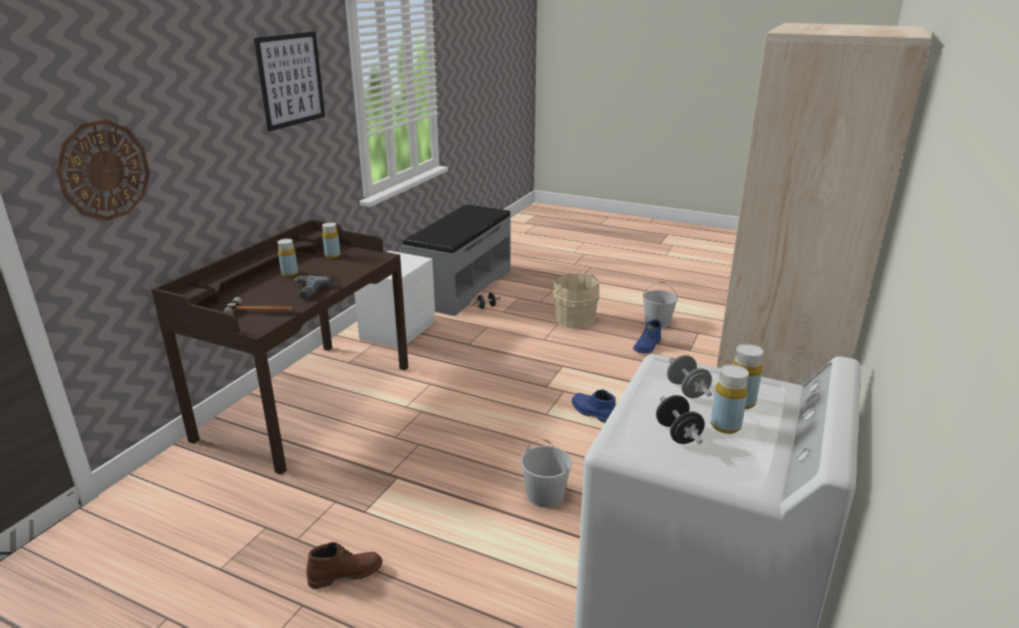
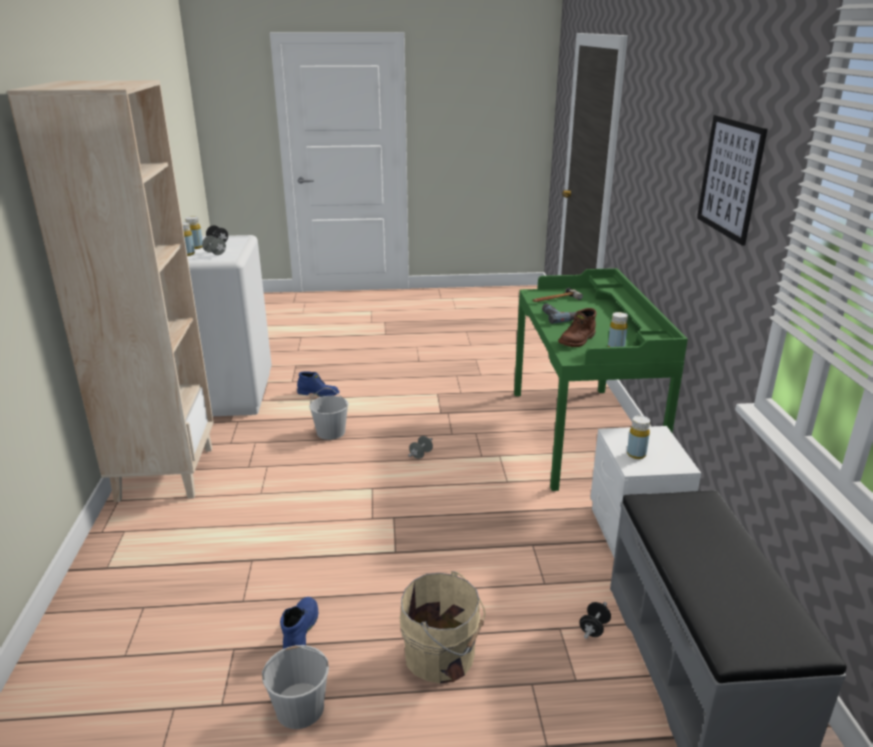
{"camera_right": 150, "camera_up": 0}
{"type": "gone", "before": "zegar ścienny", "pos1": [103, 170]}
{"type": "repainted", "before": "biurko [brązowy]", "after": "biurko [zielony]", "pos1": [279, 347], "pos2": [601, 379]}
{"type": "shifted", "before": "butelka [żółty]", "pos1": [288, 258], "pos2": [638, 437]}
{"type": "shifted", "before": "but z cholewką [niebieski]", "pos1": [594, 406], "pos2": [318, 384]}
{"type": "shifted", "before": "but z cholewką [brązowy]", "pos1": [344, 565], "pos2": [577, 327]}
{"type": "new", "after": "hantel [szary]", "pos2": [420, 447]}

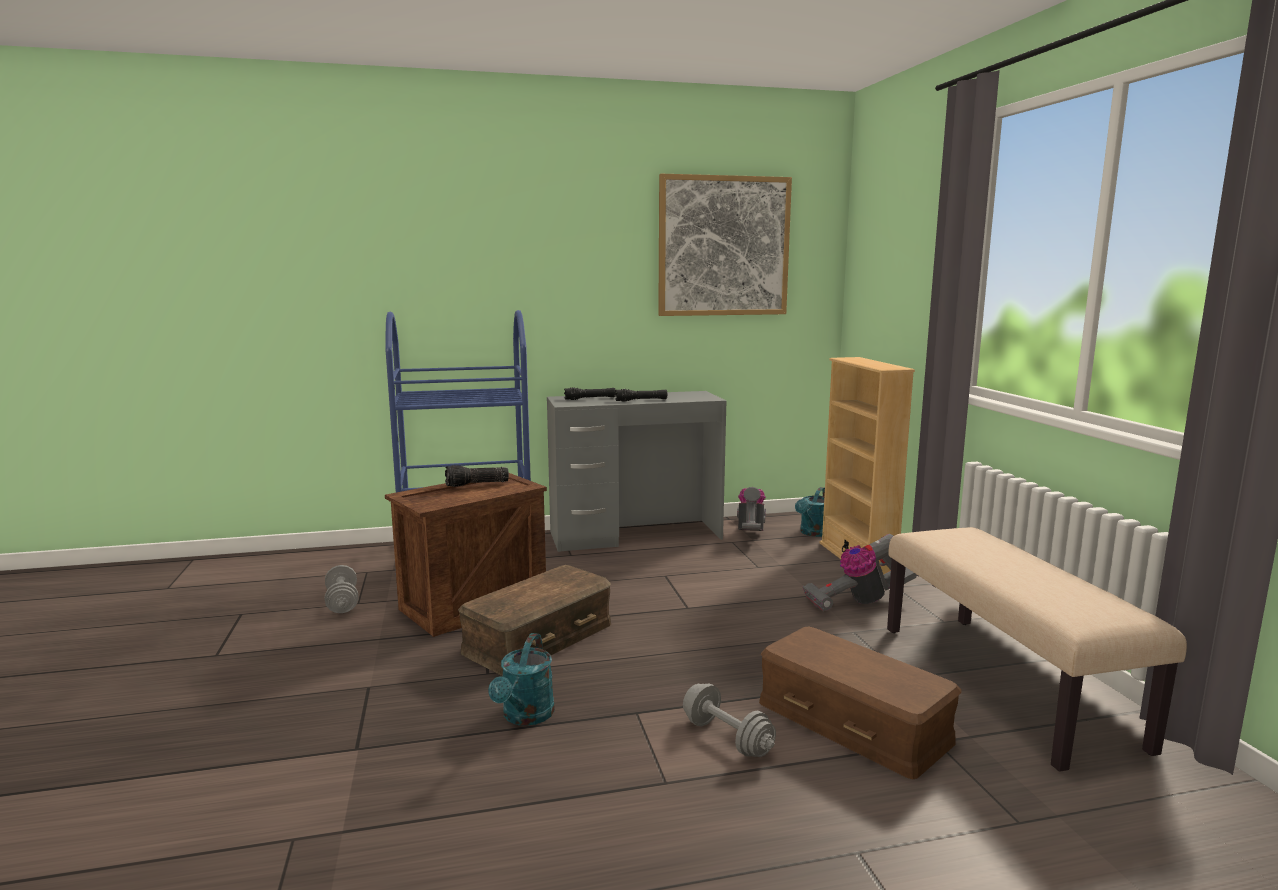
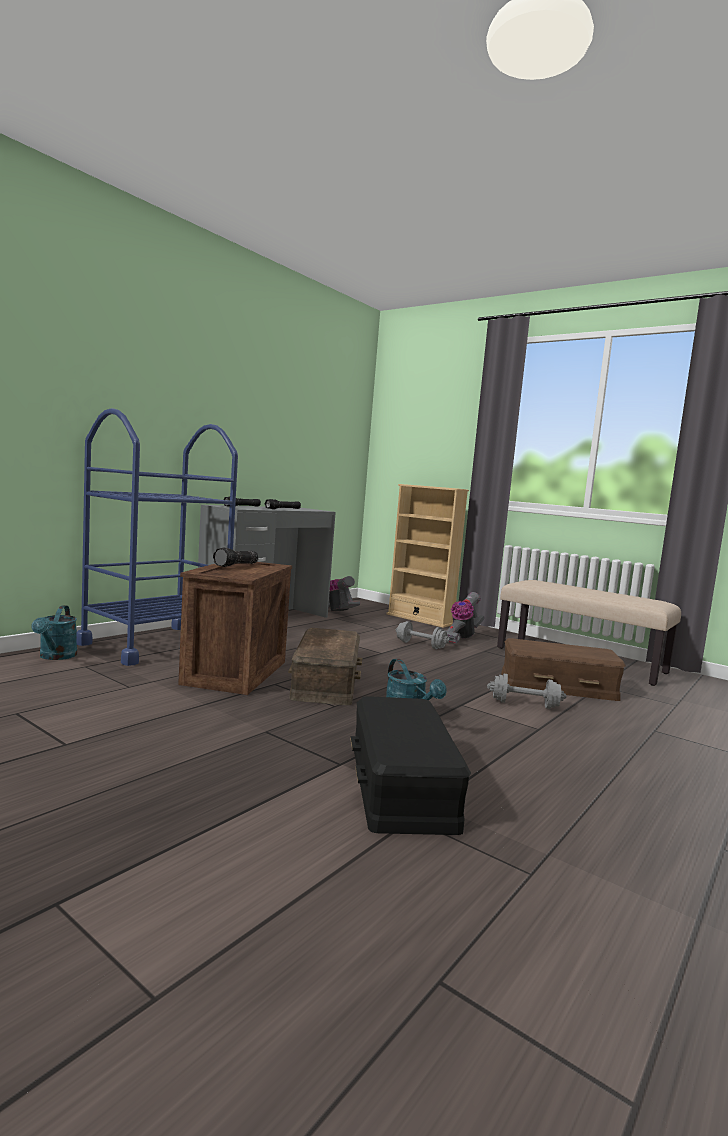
{"camera_right": -40, "camera_up": -5}
{"type": "gone", "before": "obraz", "pos1": [725, 245]}
{"type": "shifted", "before": "konewka [turkusowy]", "pos1": [810, 512], "pos2": [54, 632]}
{"type": "shifted", "before": "hantel [szary]", "pos1": [341, 589], "pos2": [422, 635]}
{"type": "new", "after": "pojemnik do przechowywania [czarny]", "pos2": [410, 765]}

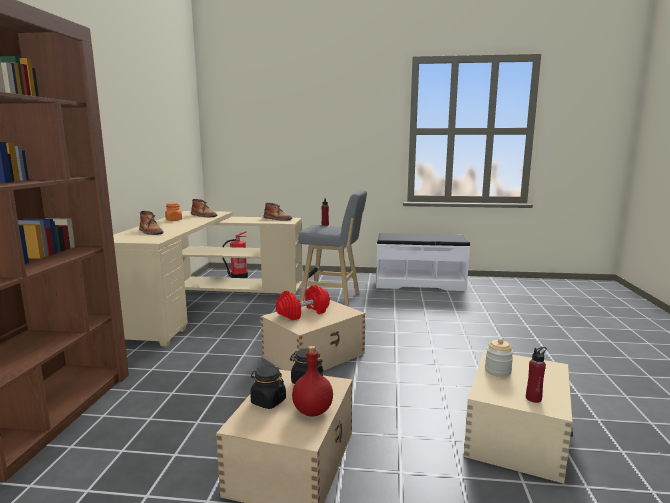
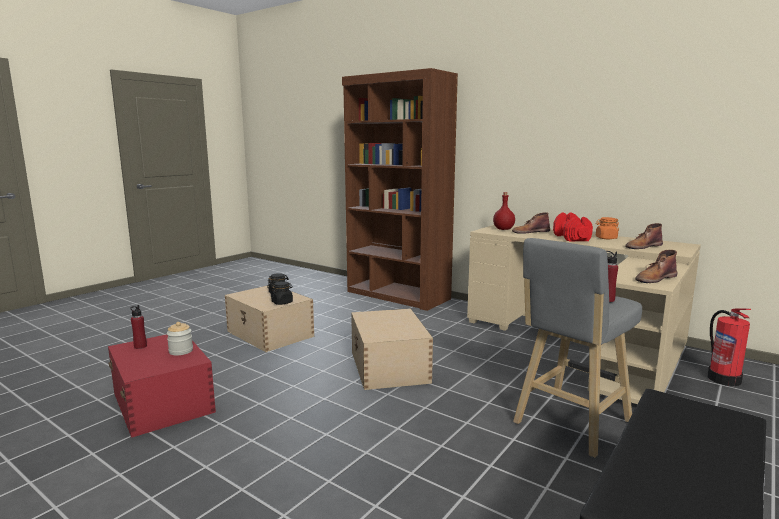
{"camera_right": 120, "camera_up": 0}
{"type": "shifted", "before": "hantel [czerwony]", "pos1": [303, 302], "pos2": [573, 227]}
{"type": "shifted", "before": "butelka [czerwony]", "pos1": [312, 381], "pos2": [504, 211]}
{"type": "repainted", "before": "pojemnik do przechowywania [beżowy]", "after": "pojemnik do przechowywania [czerwony]", "pos1": [518, 417], "pos2": [162, 386]}

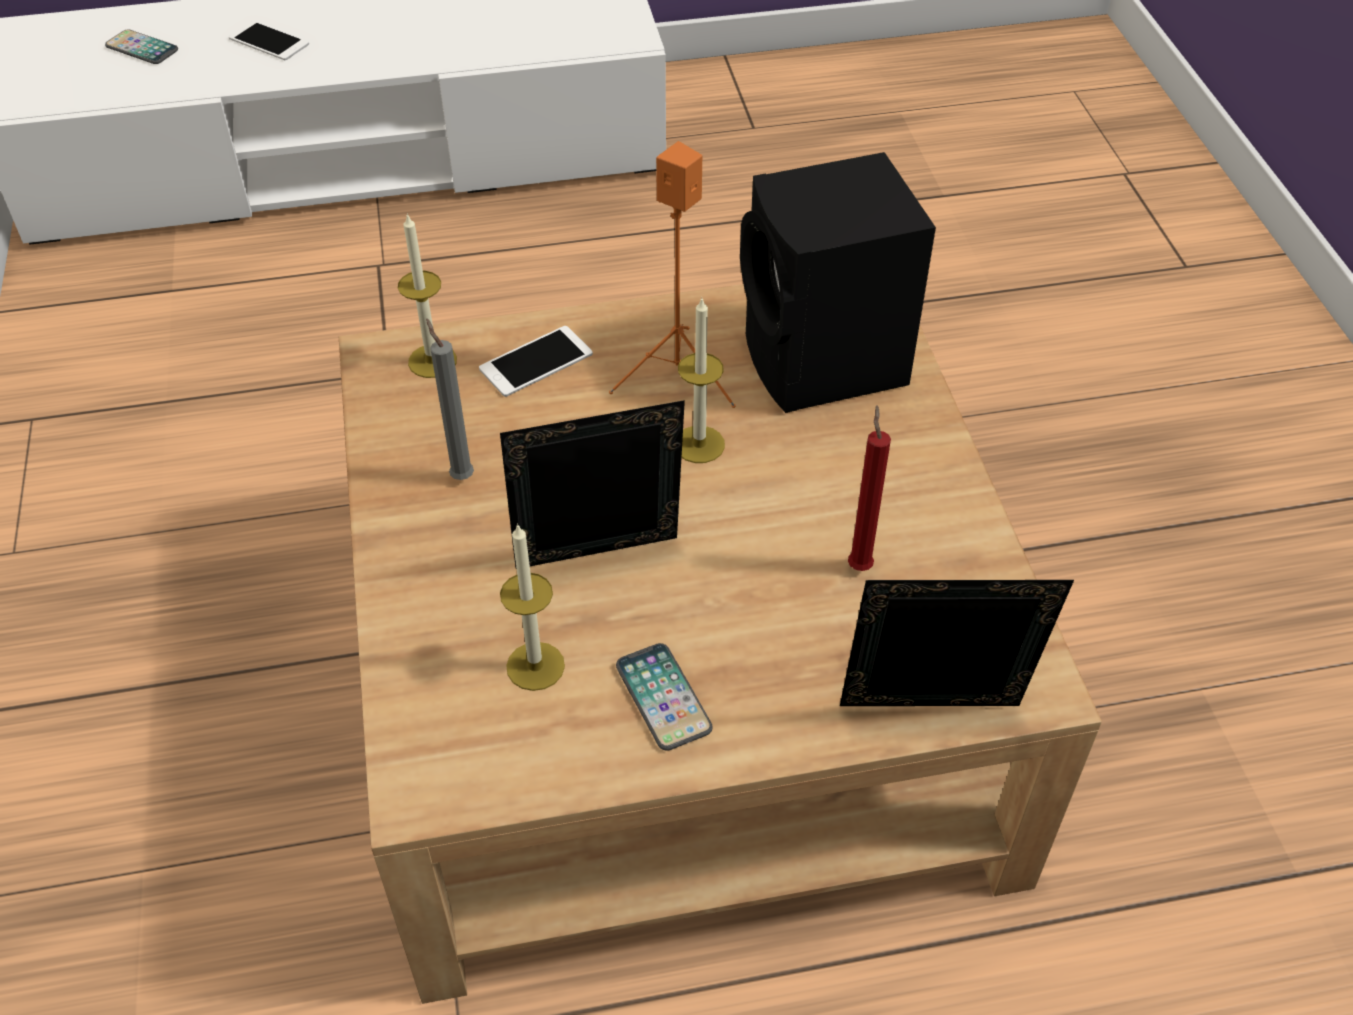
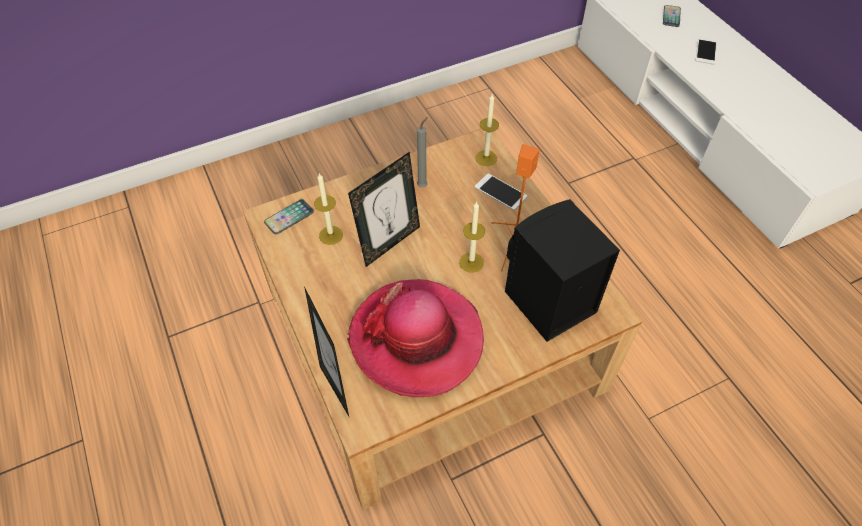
{"camera_right": 75, "camera_up": 5}
{"type": "rotated", "before": "ramka na zdjęcie", "pos1": [592, 484], "pos2": [384, 209], "turn": 75}
{"type": "swapped", "before": "świeca [czerwony]", "after": "kapelusz", "pos1": [869, 488], "pos2": [415, 338]}
{"type": "shifted", "before": "telefon", "pos1": [664, 697], "pos2": [289, 216]}

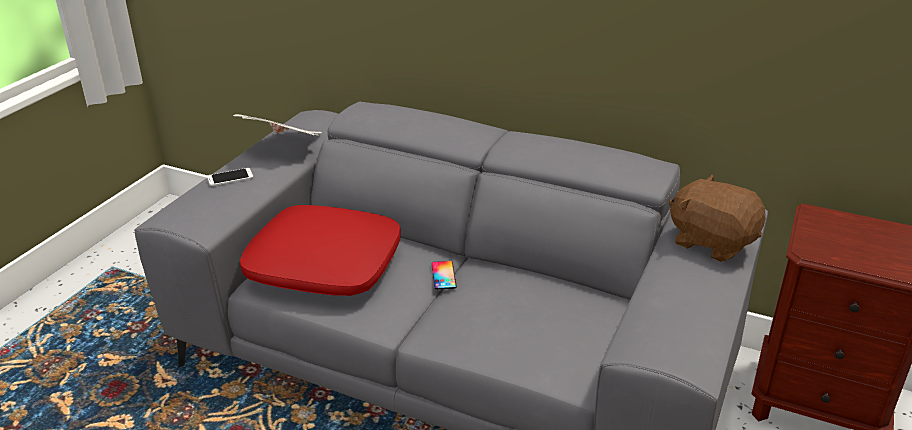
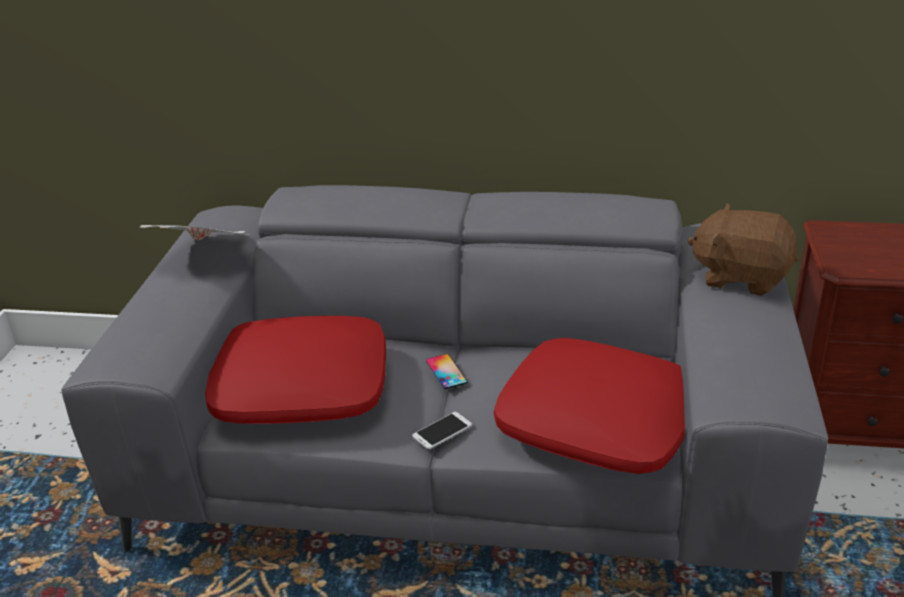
{"camera_right": -15, "camera_up": 0}
{"type": "shifted", "before": "telefon", "pos1": [230, 177], "pos2": [442, 431]}
{"type": "new", "after": "poduszka [czerwony]", "pos2": [589, 406]}

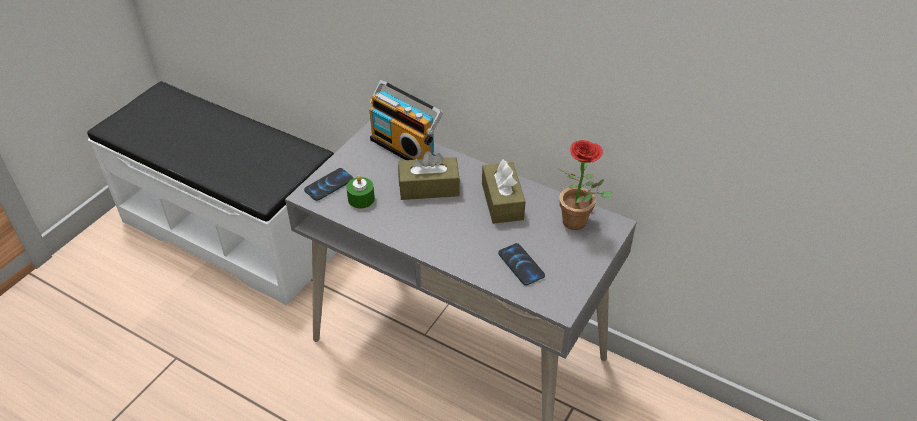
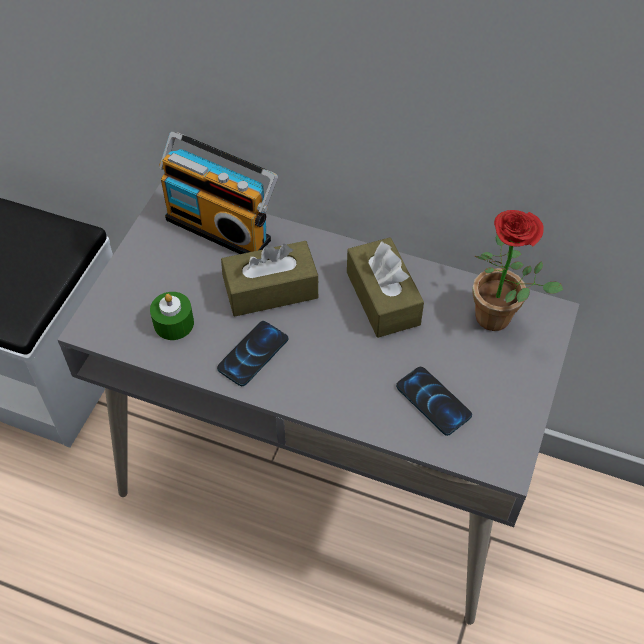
{"camera_right": -10, "camera_up": 10}
{"type": "shifted", "before": "telefon", "pos1": [329, 184], "pos2": [253, 353]}

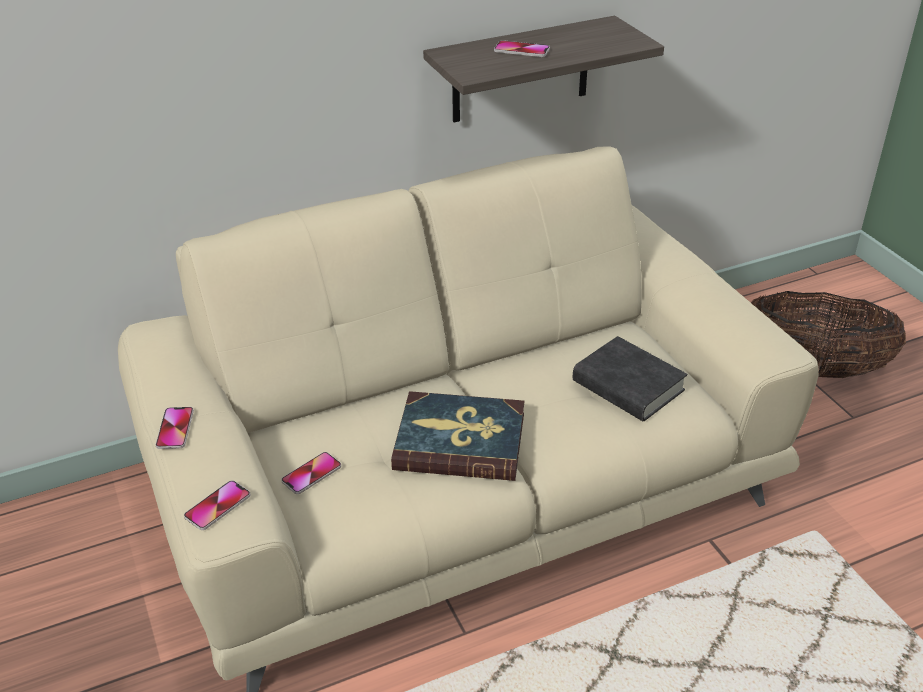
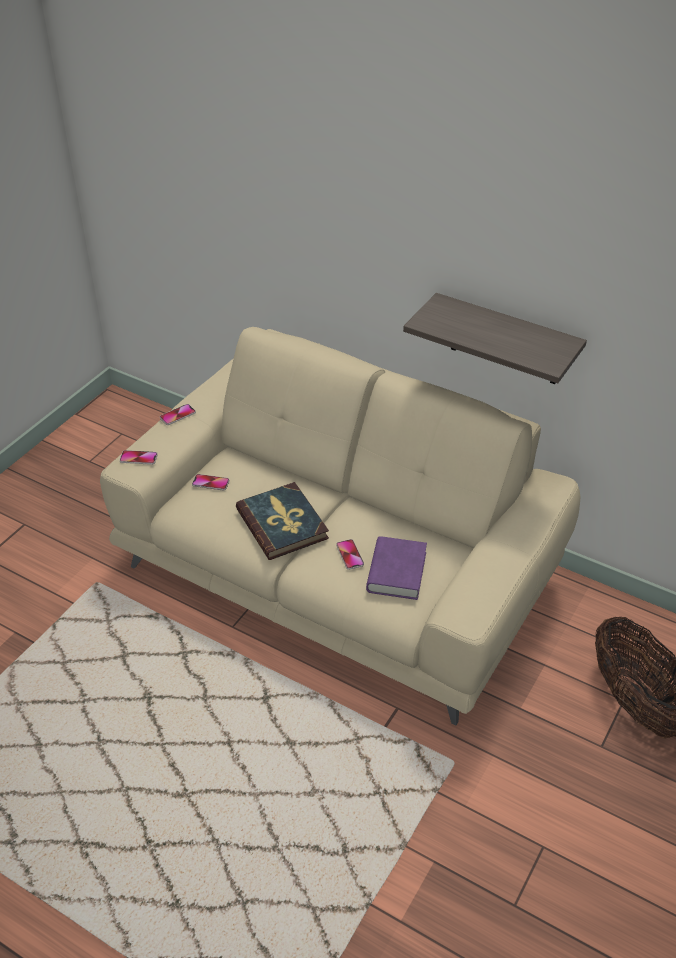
{"camera_right": 55, "camera_up": 5}
{"type": "shifted", "before": "telefon", "pos1": [522, 48], "pos2": [350, 554]}
{"type": "repainted", "before": "książka [czarny]", "after": "książka [fioletowy]", "pos1": [630, 378], "pos2": [396, 568]}

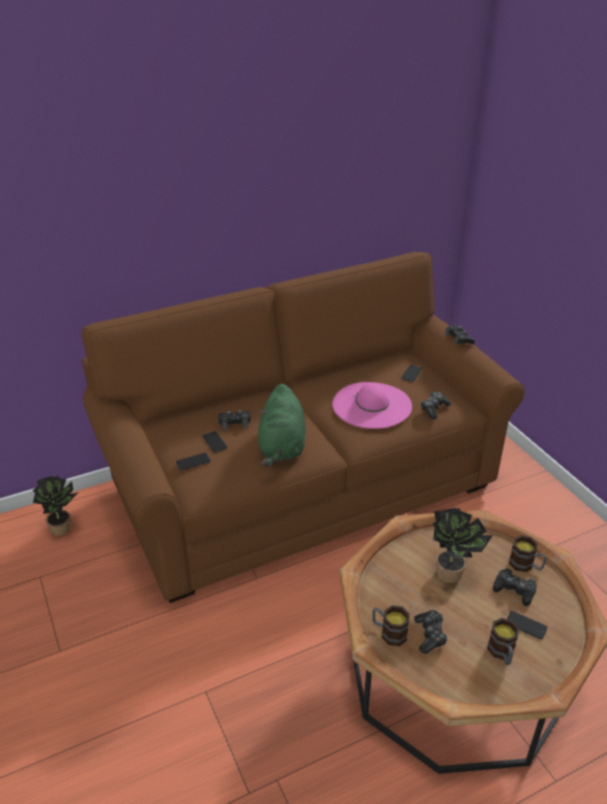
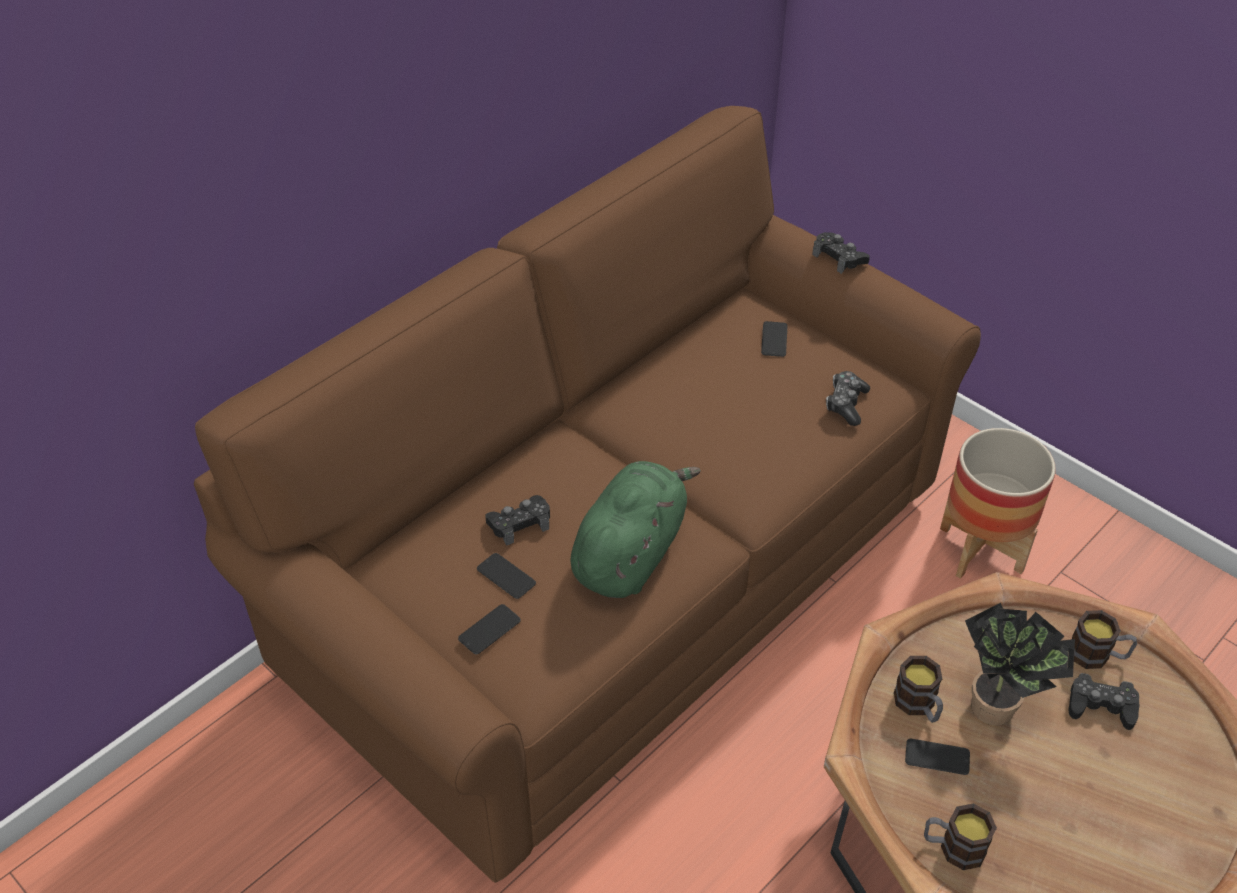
{"camera_right": -20, "camera_up": 10}
{"type": "gone", "before": "kapelusz [różowy]", "pos1": [372, 405]}
{"type": "rotated", "before": "pluszak [zielony]", "pos1": [282, 425], "pos2": [635, 529], "turn": -135}
{"type": "gone", "before": "roślina doniczkowa", "pos1": [56, 506]}
{"type": "gone", "before": "pad do gier", "pos1": [431, 632]}
{"type": "shifted", "before": "telefon", "pos1": [527, 625], "pos2": [937, 757]}
{"type": "shifted", "before": "kubek", "pos1": [503, 641], "pos2": [918, 689]}
{"type": "new", "after": "donica", "pos2": [998, 503]}

